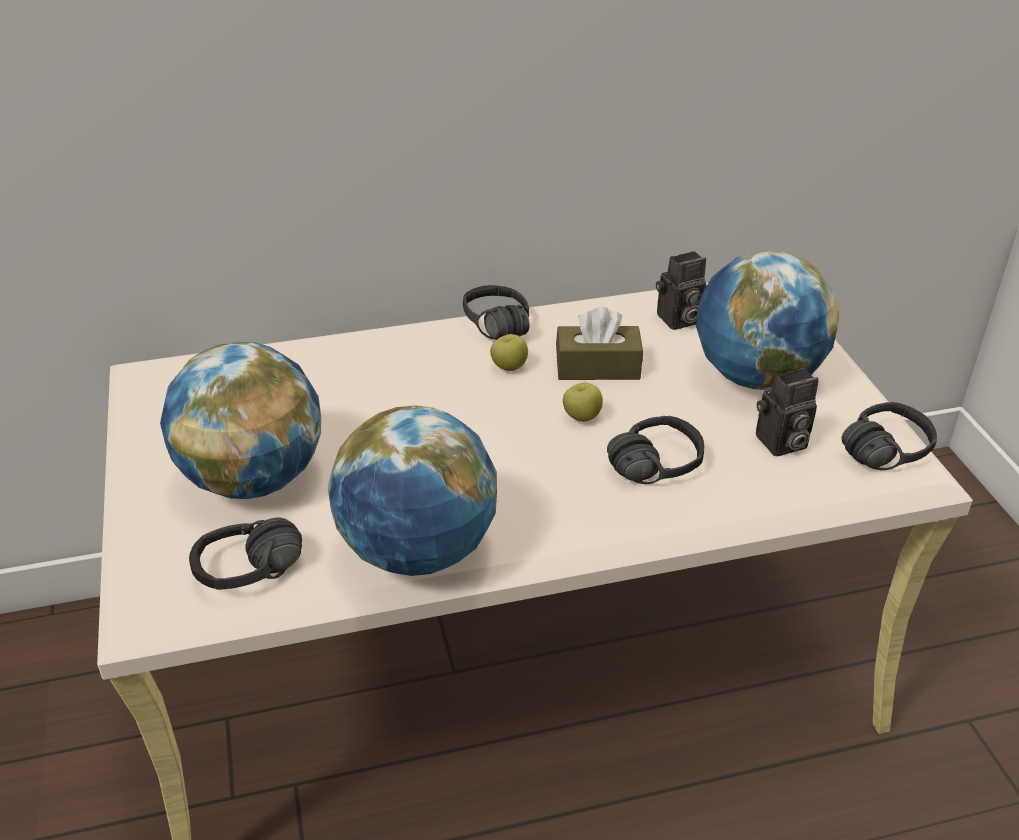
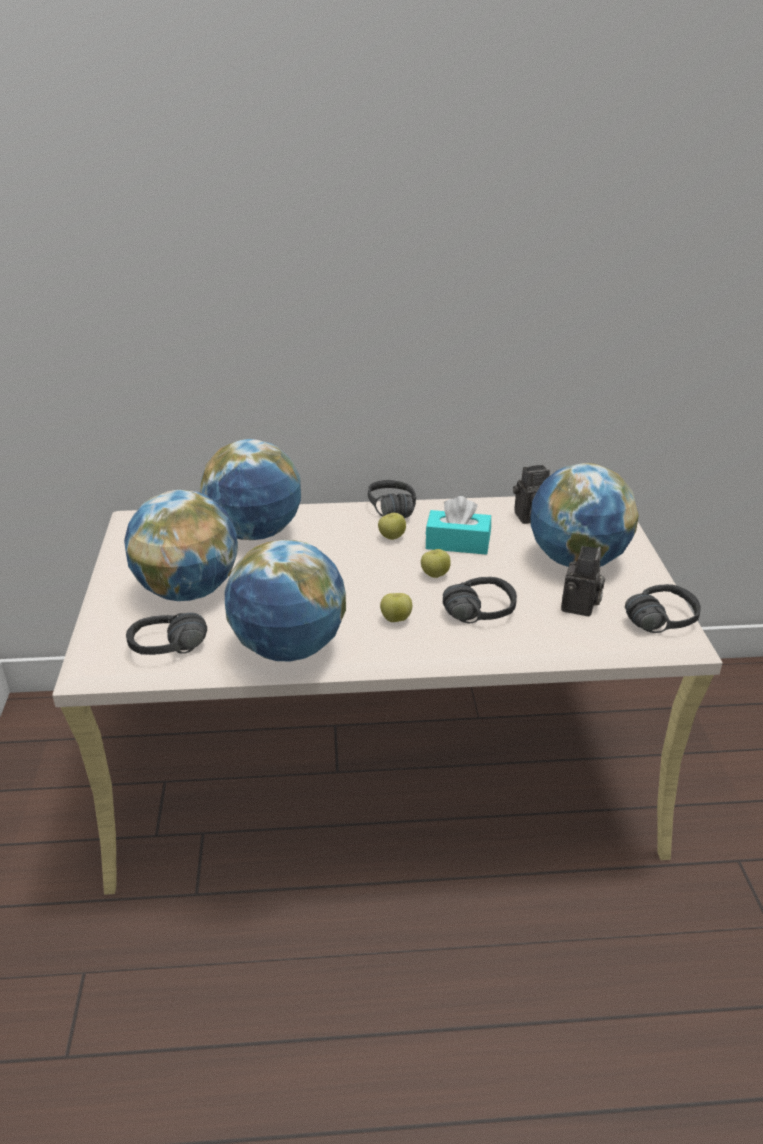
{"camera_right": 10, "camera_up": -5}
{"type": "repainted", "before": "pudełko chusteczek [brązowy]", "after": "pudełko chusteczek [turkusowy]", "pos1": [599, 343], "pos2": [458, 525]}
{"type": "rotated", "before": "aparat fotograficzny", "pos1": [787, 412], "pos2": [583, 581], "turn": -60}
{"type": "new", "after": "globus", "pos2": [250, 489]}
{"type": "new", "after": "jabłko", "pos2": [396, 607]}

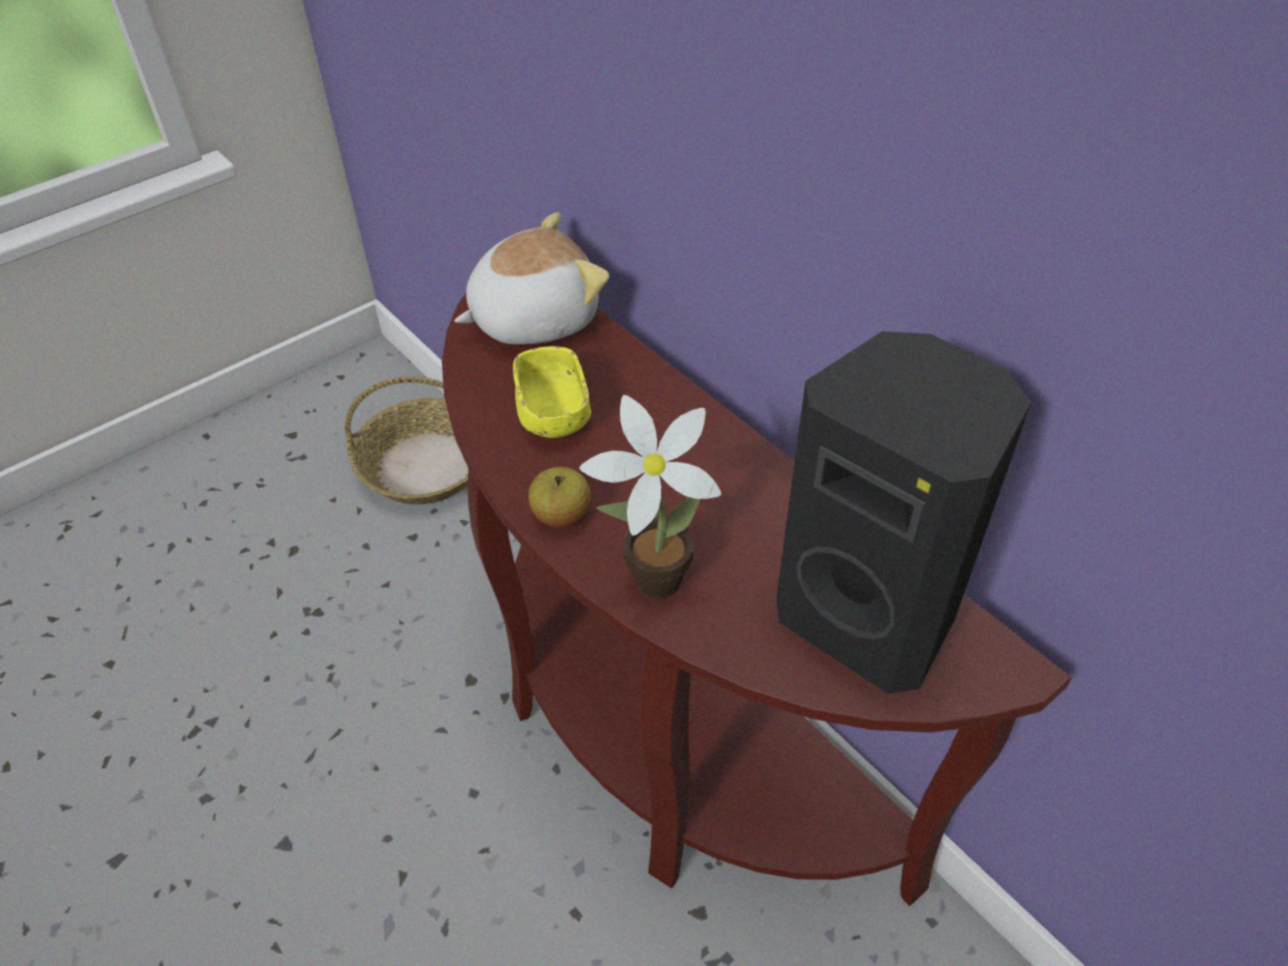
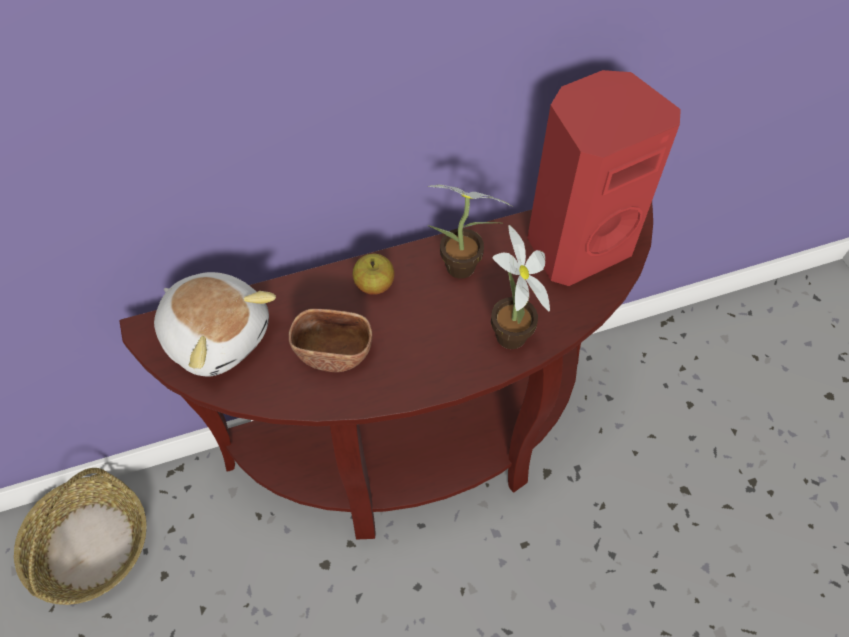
{"camera_right": -70, "camera_up": 10}
{"type": "rotated", "before": "pluszak", "pos1": [531, 278], "pos2": [215, 324], "turn": 135}
{"type": "repainted", "before": "głośnik [czarny]", "after": "głośnik [czerwony]", "pos1": [903, 512], "pos2": [604, 178]}
{"type": "repainted", "before": "miska [żółty]", "after": "miska [brązowy]", "pos1": [552, 392], "pos2": [330, 340]}
{"type": "shifted", "before": "jabłko", "pos1": [559, 497], "pos2": [373, 274]}
{"type": "new", "after": "roślina doniczkowa", "pos2": [469, 232]}

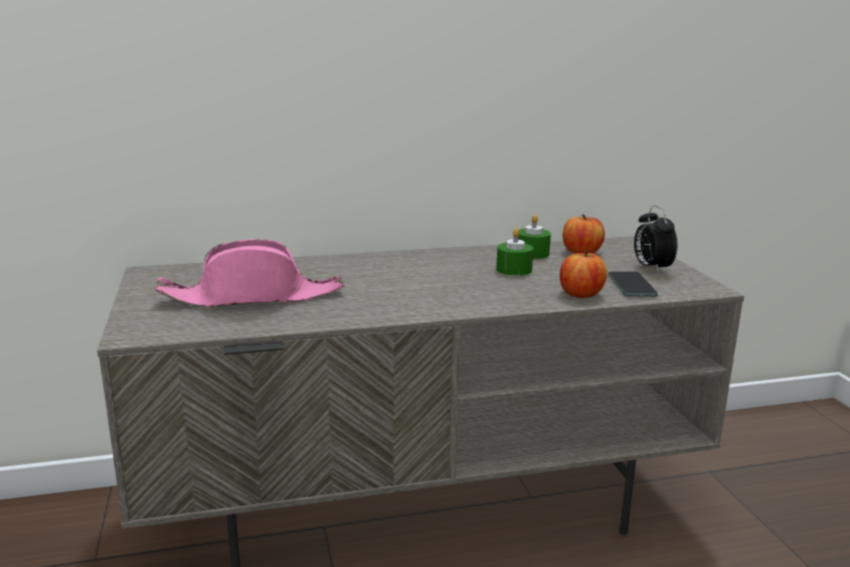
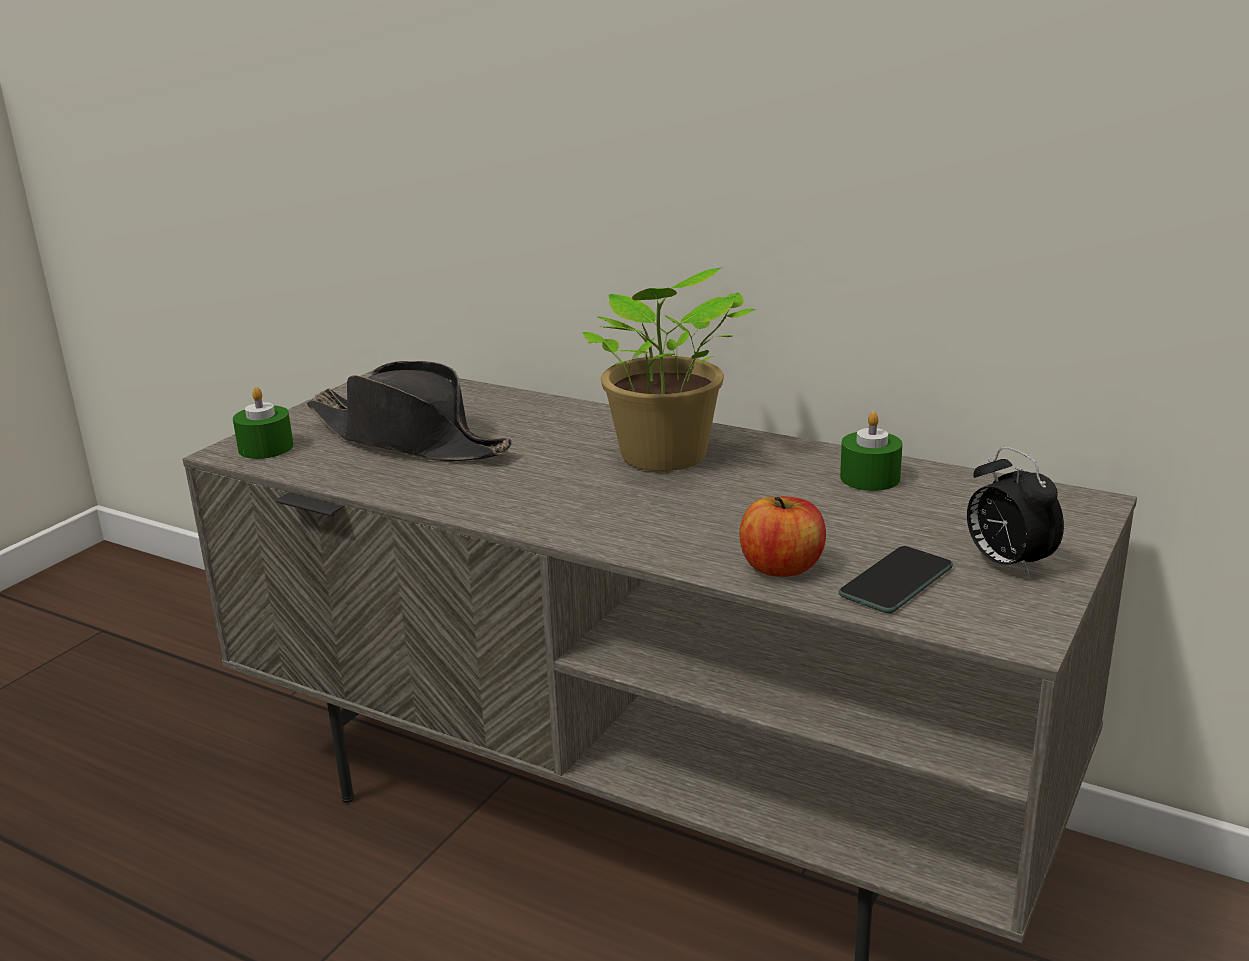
{"camera_right": 45, "camera_up": 5}
{"type": "rotated", "before": "budzik", "pos1": [655, 239], "pos2": [1015, 512], "turn": -60}
{"type": "gone", "before": "jabłko", "pos1": [584, 234]}
{"type": "shifted", "before": "świeca [zielony]", "pos1": [514, 252], "pos2": [263, 423]}
{"type": "repainted", "before": "kapelusz [różowy]", "after": "kapelusz [czarny]", "pos1": [249, 273], "pos2": [409, 411]}
{"type": "new", "after": "roślina doniczkowa", "pos2": [669, 369]}

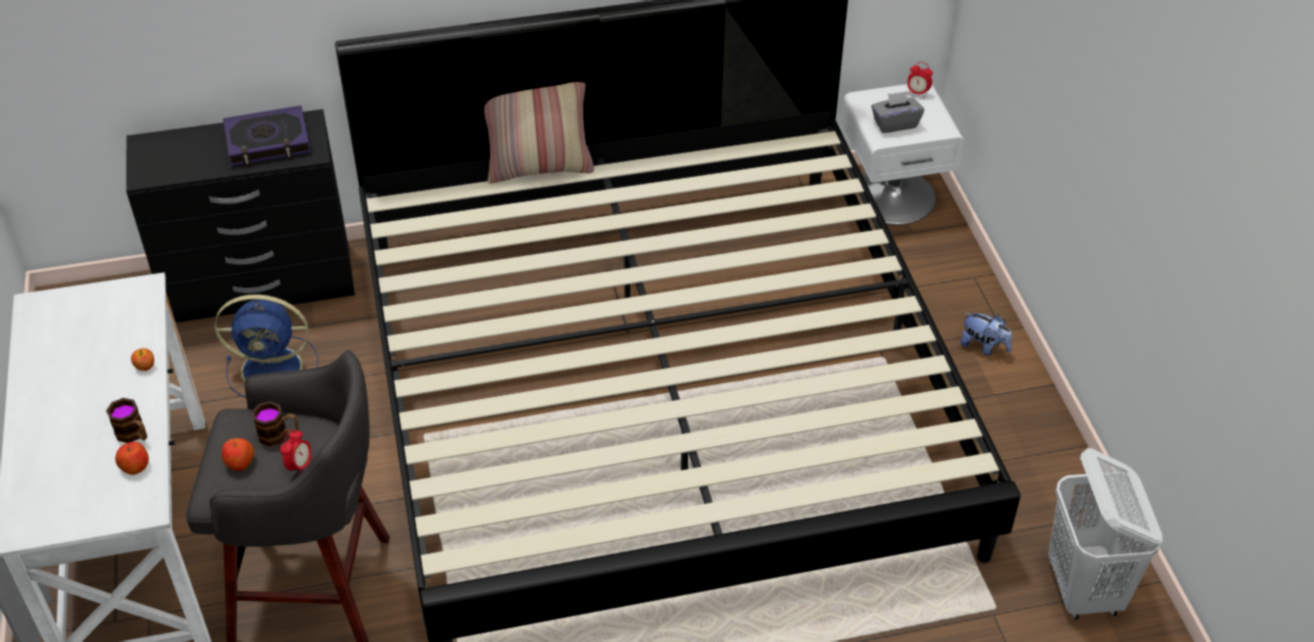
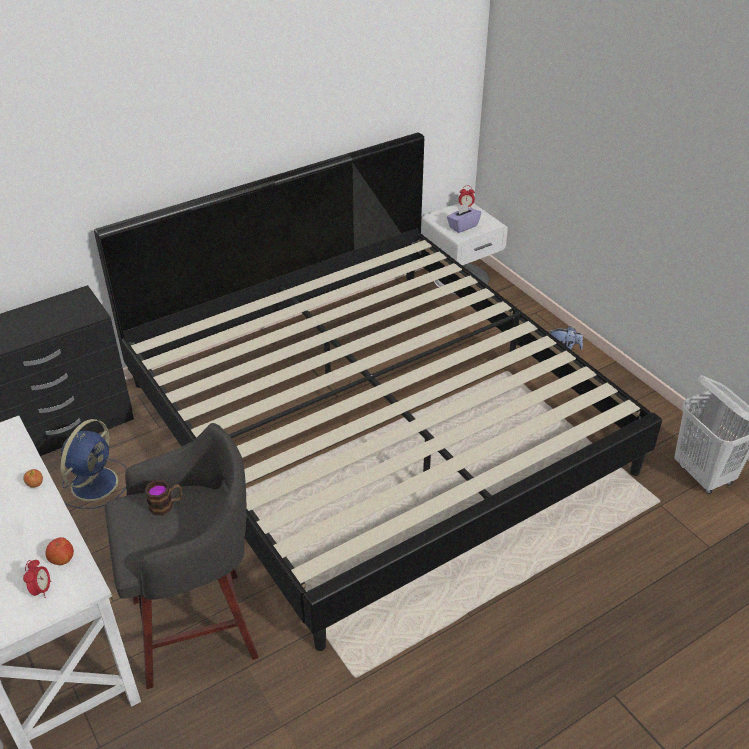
{"camera_right": -20, "camera_up": -5}
{"type": "gone", "before": "poduszka", "pos1": [539, 132]}
{"type": "repainted", "before": "pudełko chusteczek [szary]", "after": "pudełko chusteczek [fioletowy]", "pos1": [897, 112], "pos2": [464, 218]}
{"type": "gone", "before": "książka", "pos1": [267, 135]}
{"type": "rotated", "before": "wentylator [niebieski]", "pos1": [266, 346], "pos2": [94, 464], "turn": -45}
{"type": "gone", "before": "kubek", "pos1": [126, 420]}
{"type": "shifted", "before": "budzik", "pos1": [296, 452], "pos2": [37, 579]}
{"type": "gone", "before": "jabłko", "pos1": [237, 454]}

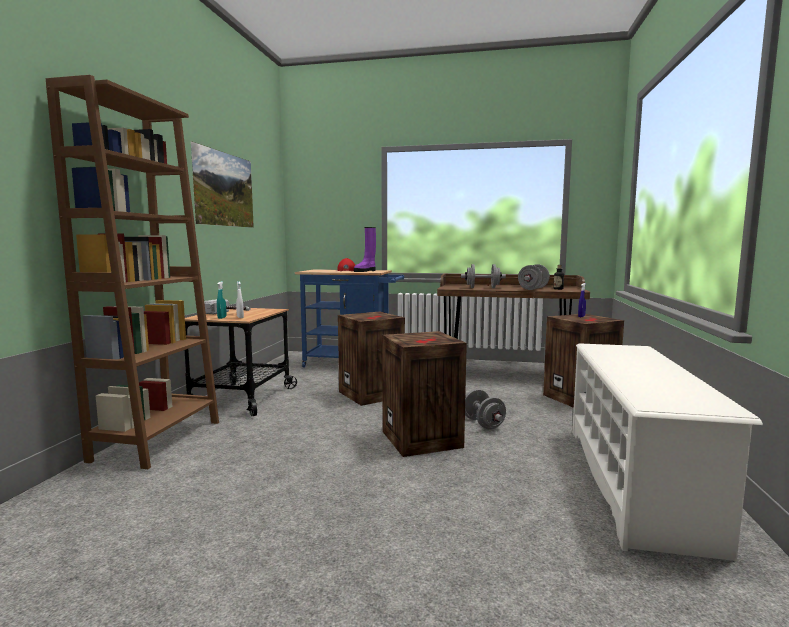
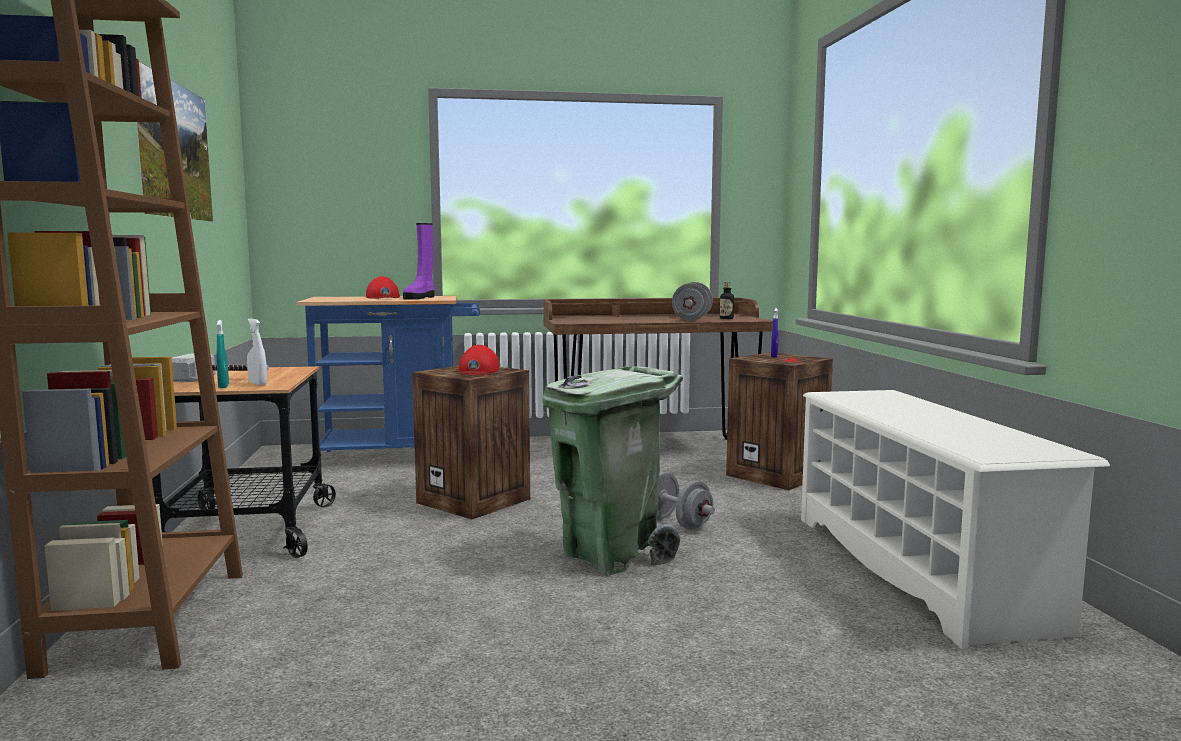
{"camera_right": -20, "camera_up": 0}
{"type": "gone", "before": "hantel [szary]", "pos1": [483, 276]}
{"type": "swapped", "before": "skrzynka", "after": "kosz na śmieci [zielony]", "pos1": [424, 394], "pos2": [613, 470]}
{"type": "new", "after": "czapka z daszkiem [czerwony]", "pos2": [479, 360]}

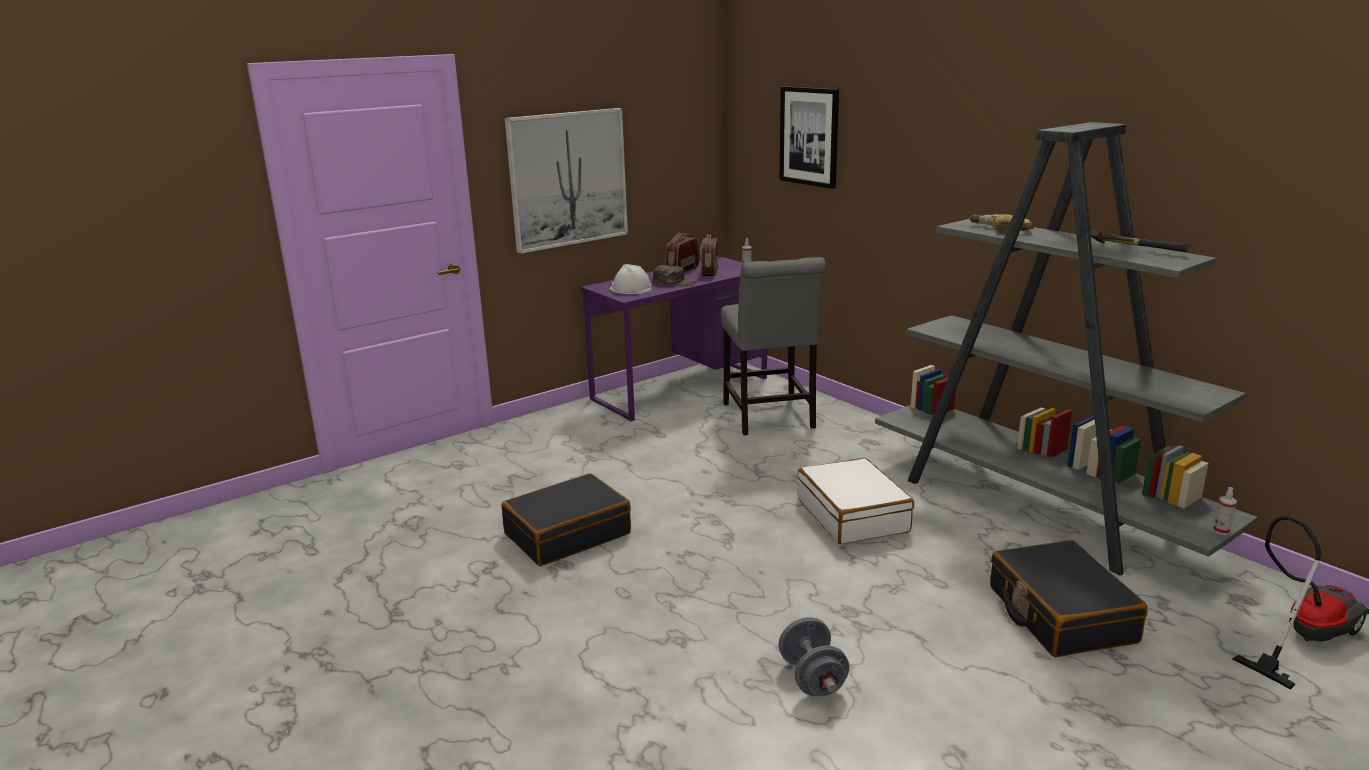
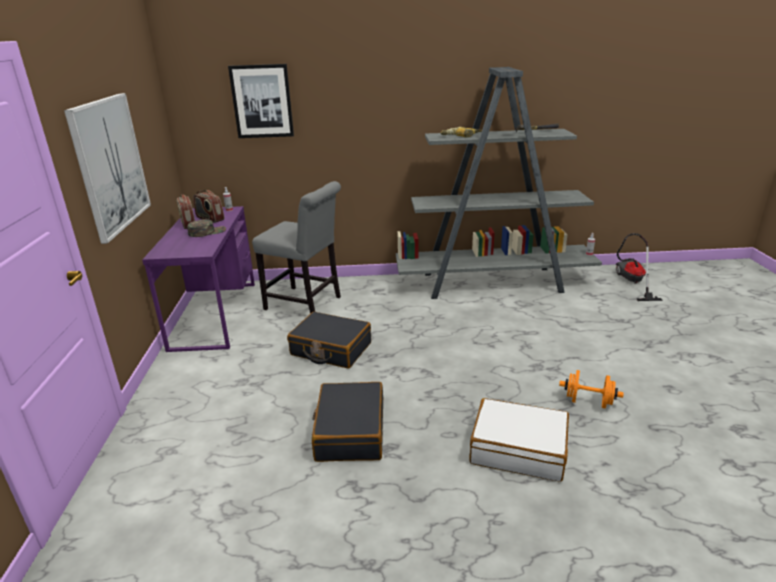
{"camera_right": -55, "camera_up": 5}
{"type": "gone", "before": "kask [biały]", "pos1": [631, 279]}
{"type": "shifted", "before": "walizka [biały]", "pos1": [856, 501], "pos2": [519, 440]}
{"type": "shifted", "before": "walizka [czarny]", "pos1": [1069, 598], "pos2": [329, 340]}
{"type": "repainted", "before": "hantel [szary]", "after": "hantel [pomarańczowy]", "pos1": [814, 656], "pos2": [591, 389]}

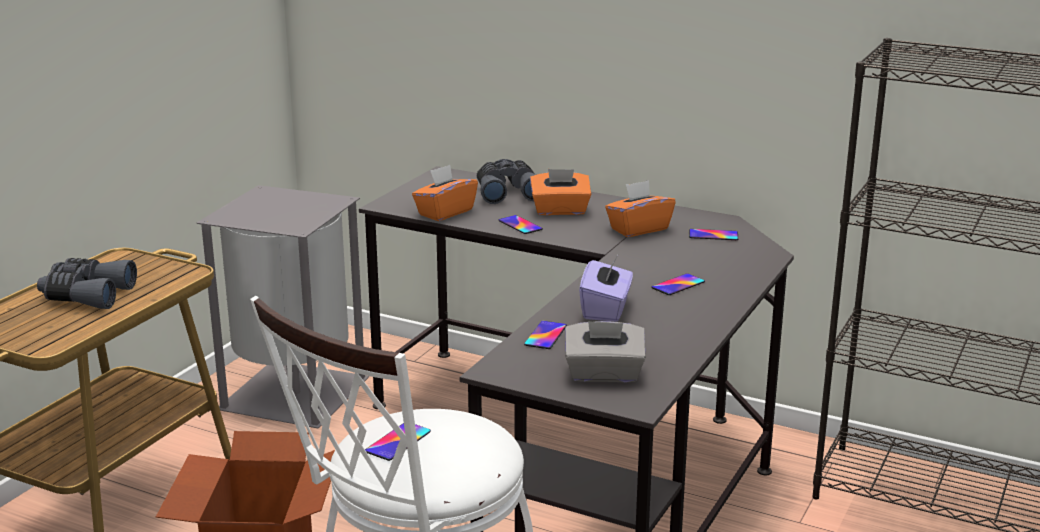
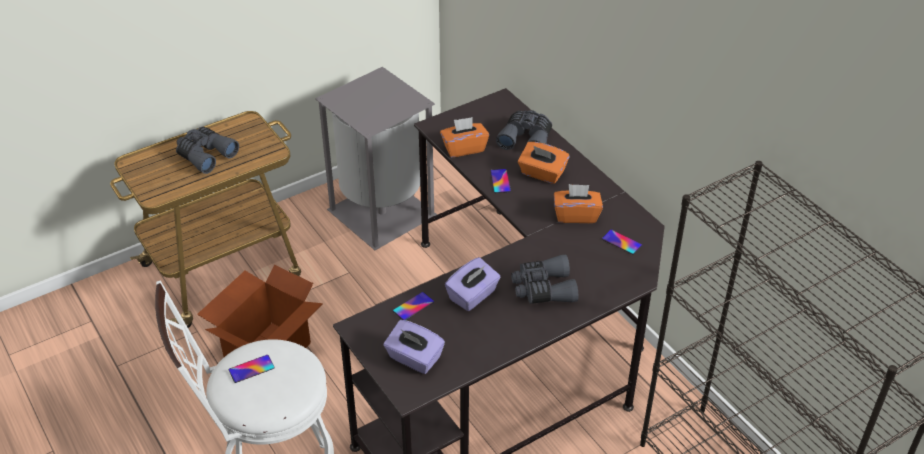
{"camera_right": 30, "camera_up": 20}
{"type": "swapped", "before": "telefon", "after": "lornetka [szary]", "pos1": [678, 284], "pos2": [545, 279]}
{"type": "repainted", "before": "pudełko chusteczek [szary]", "after": "pudełko chusteczek [fioletowy]", "pos1": [605, 351], "pos2": [414, 347]}

